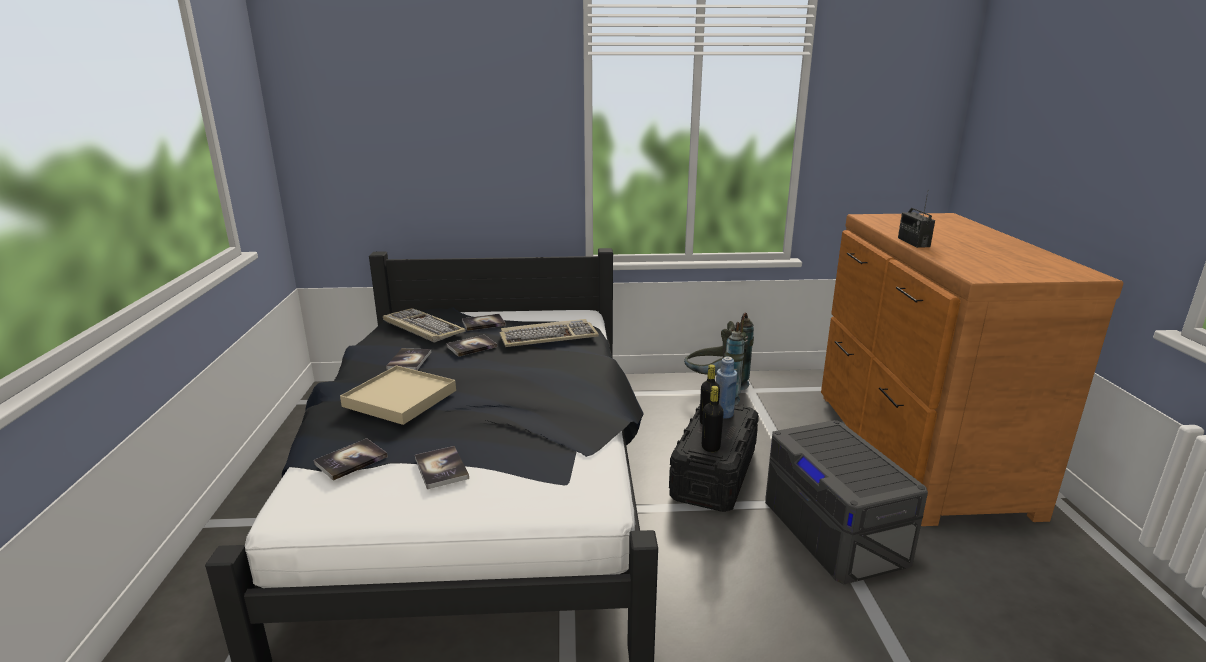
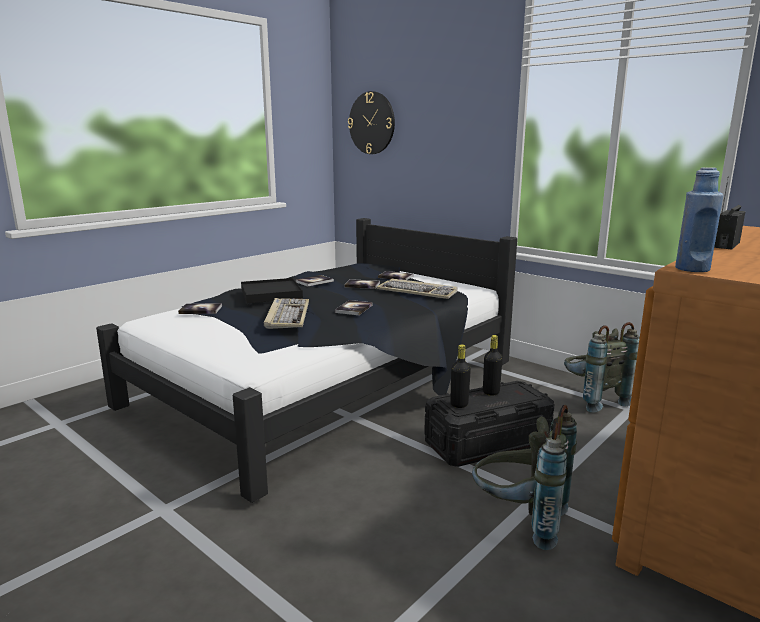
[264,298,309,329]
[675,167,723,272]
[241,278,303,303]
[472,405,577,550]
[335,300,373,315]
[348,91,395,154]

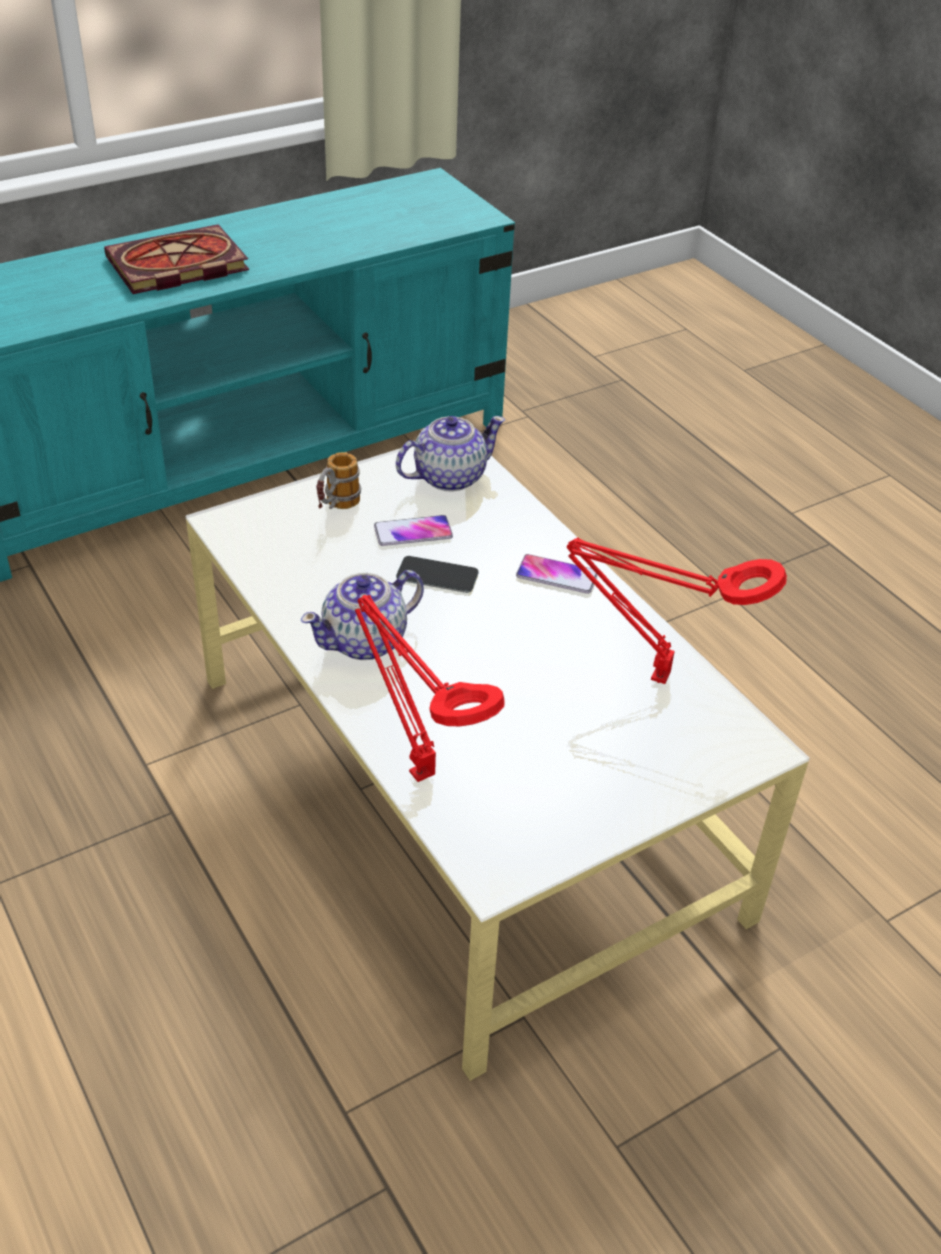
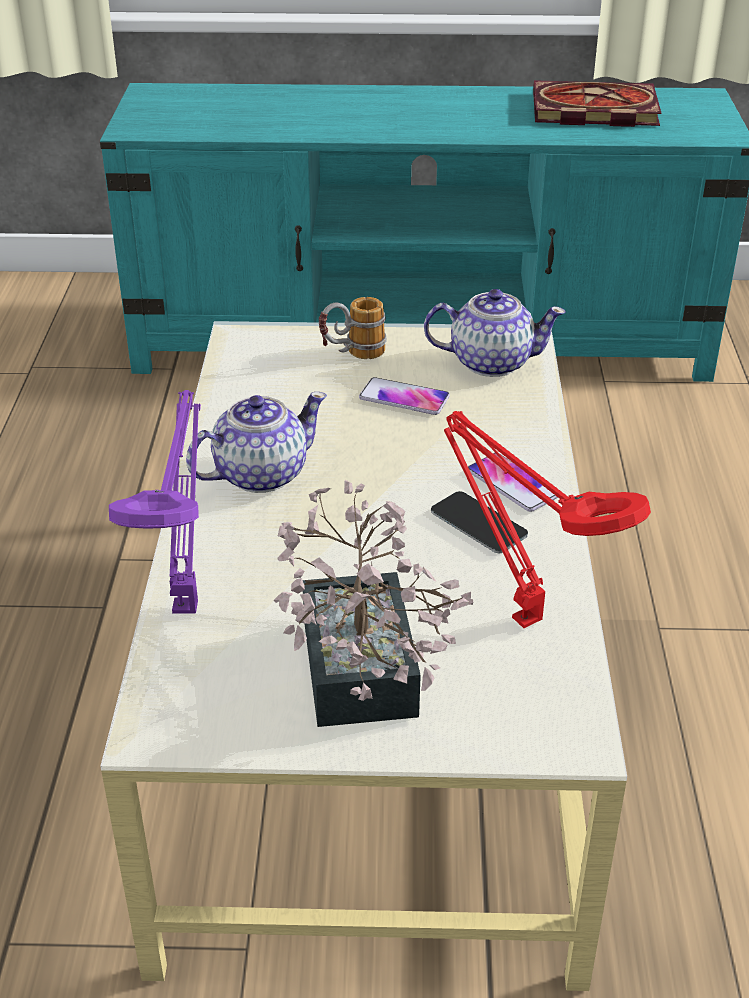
[533,80,662,127]
[431,491,528,553]
[186,392,327,493]
[109,390,201,614]
[274,480,473,727]

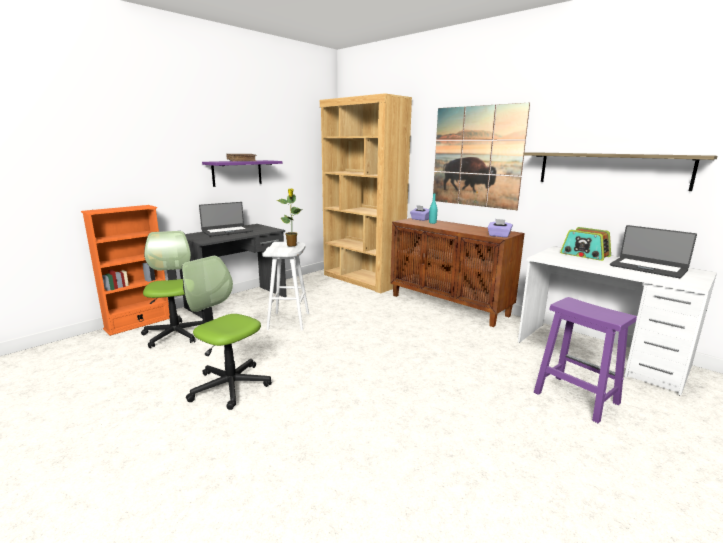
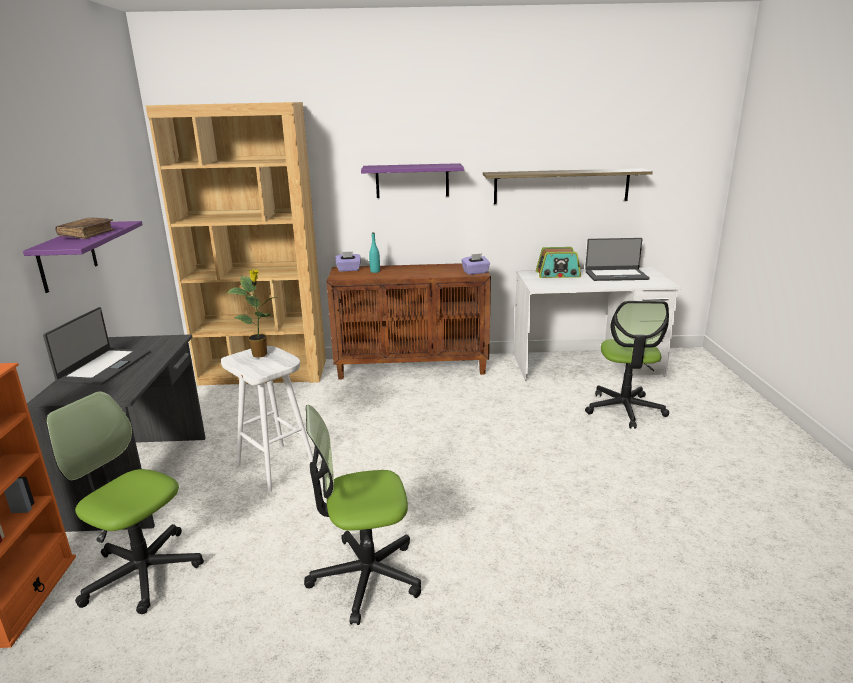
[361,163,464,198]
[585,301,669,429]

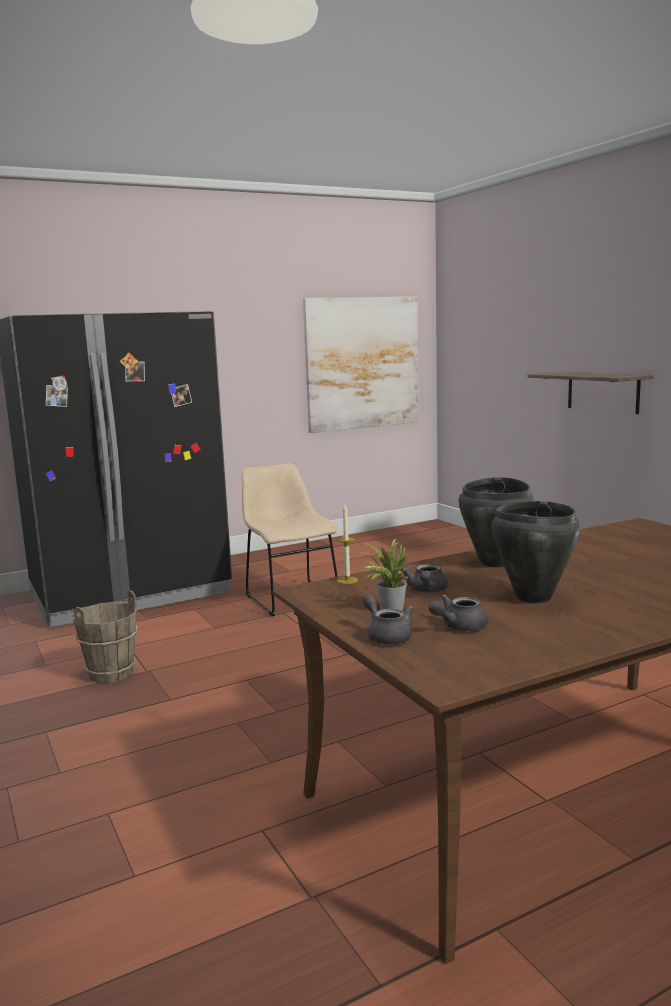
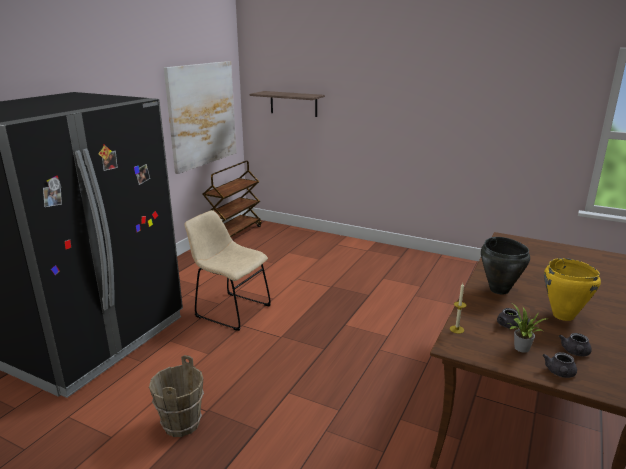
[250,91,325,117]
[544,258,601,321]
[542,352,577,378]
[203,161,261,237]

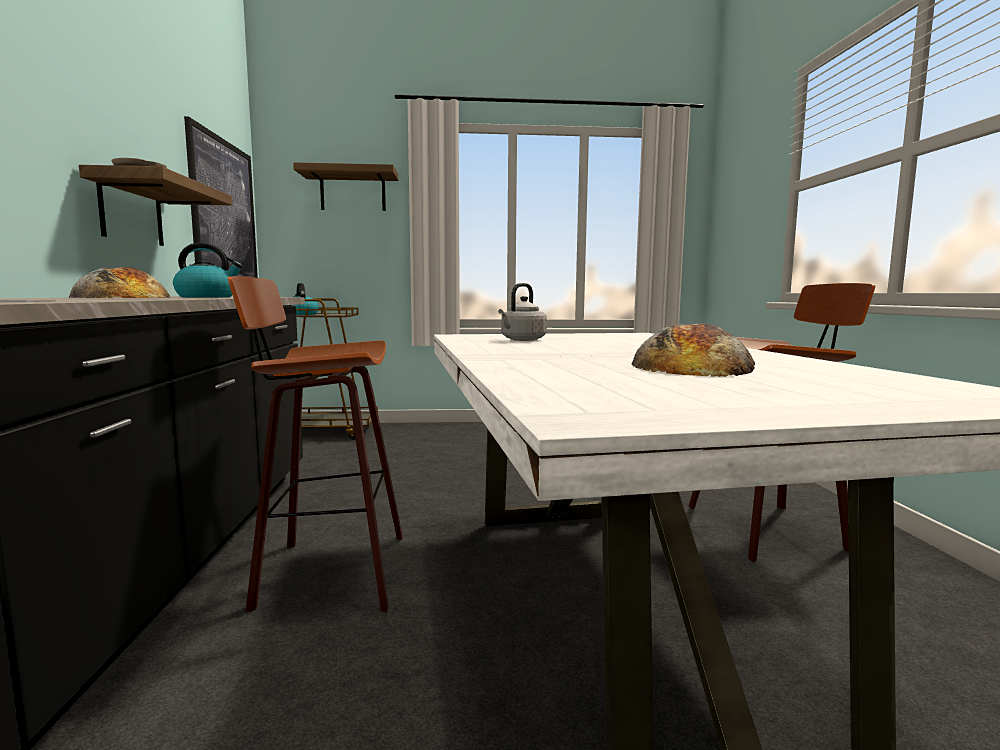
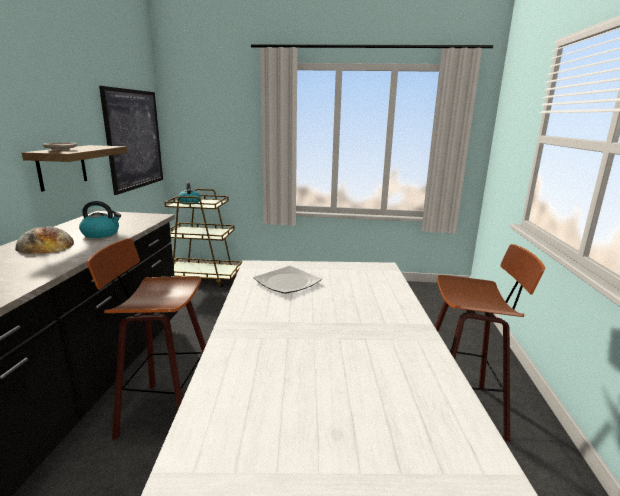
[293,162,398,211] (first image)
[253,266,322,294]
[631,323,755,377] (first image)

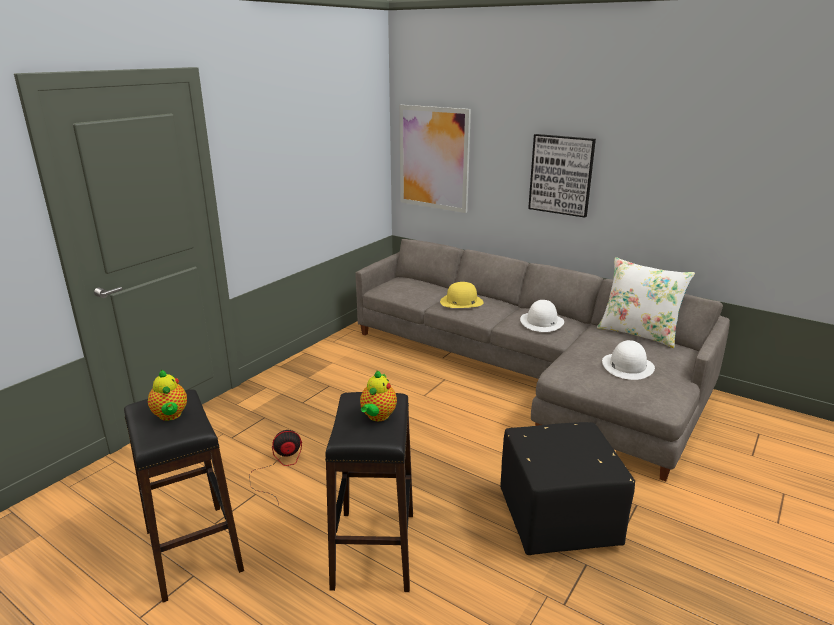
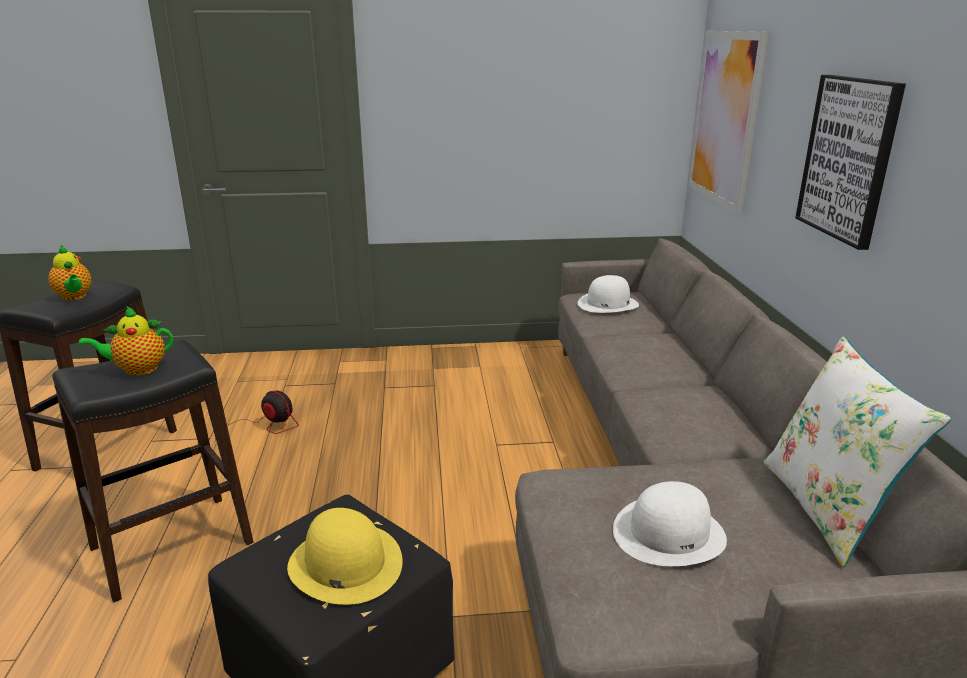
[287,508,403,605]
[578,275,639,313]
[48,245,91,300]

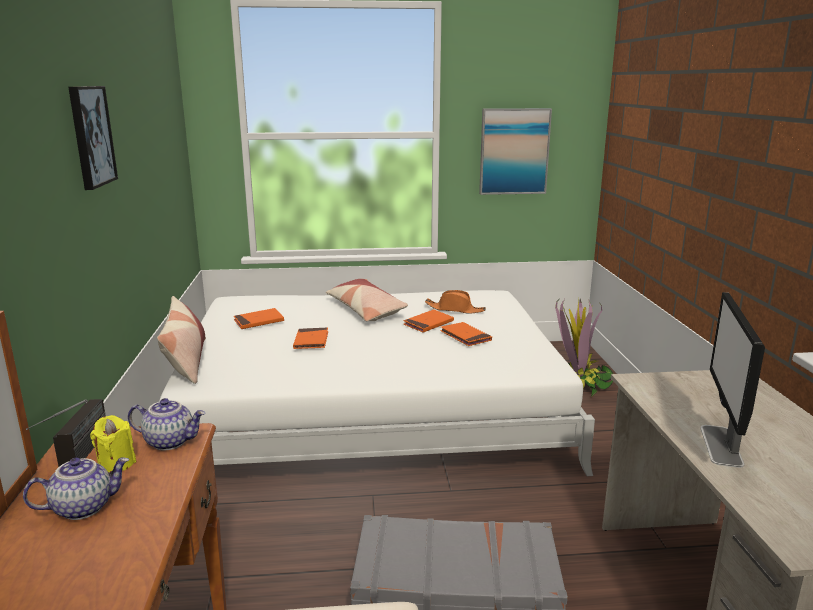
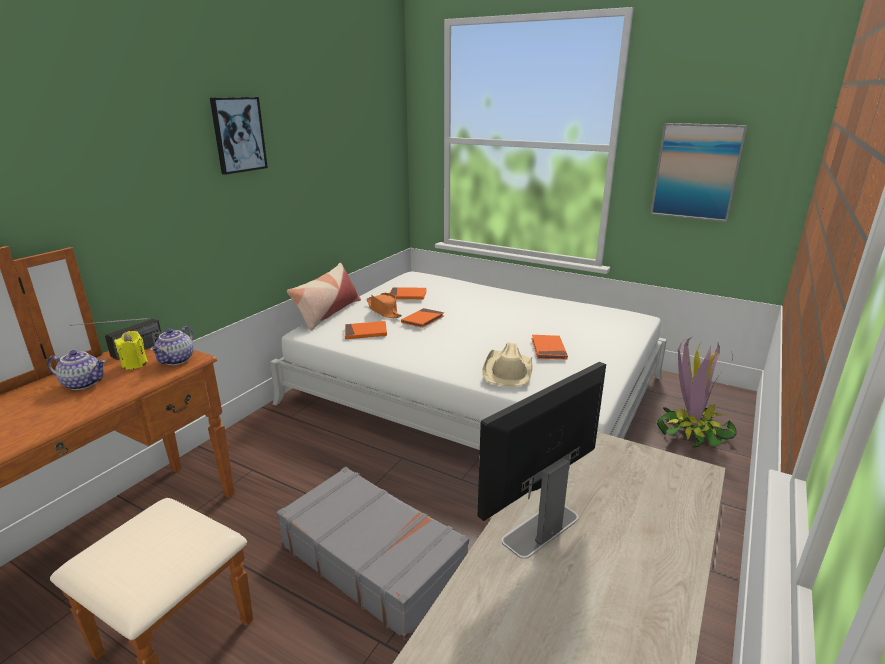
[326,279,408,321] (first image)
[367,293,402,318]
[345,321,387,339]
[150,326,193,365]
[482,342,533,387]

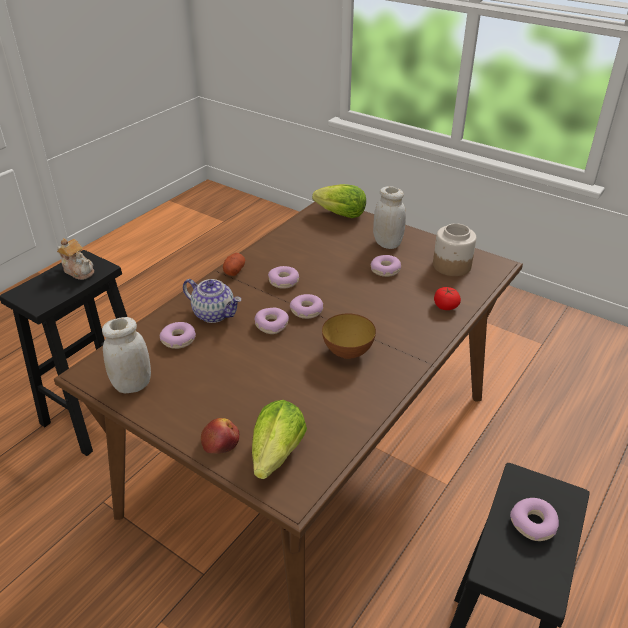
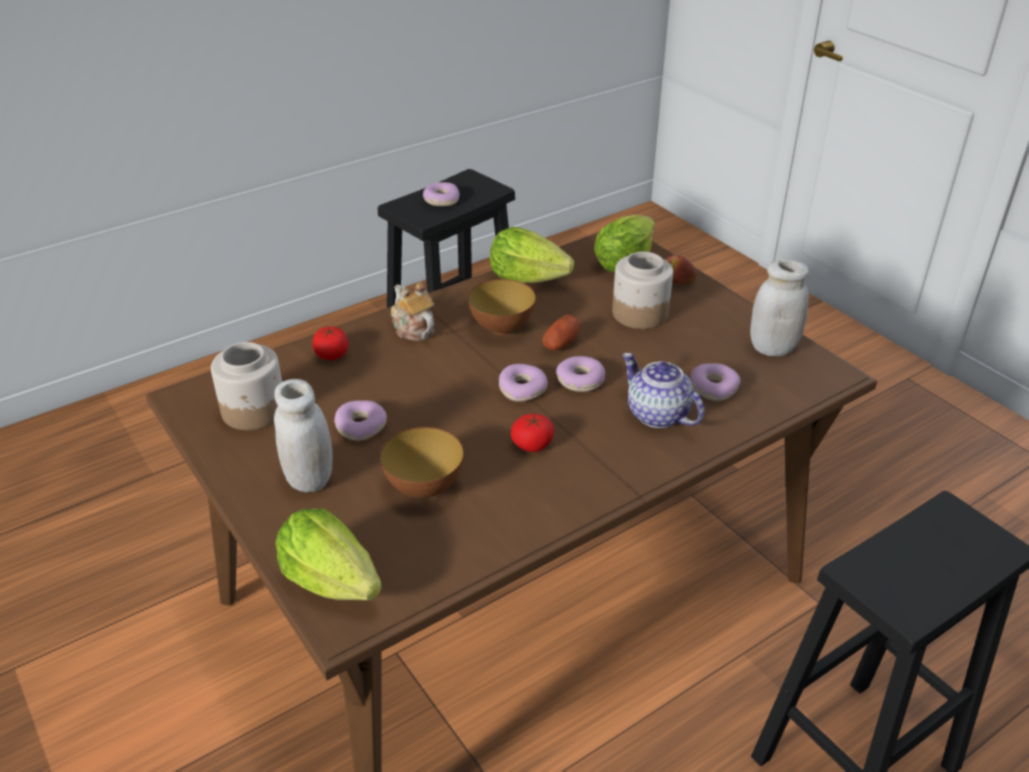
[391,282,434,341]
[542,315,581,350]
[511,414,554,452]
[490,227,574,283]
[612,252,673,329]
[380,427,464,498]

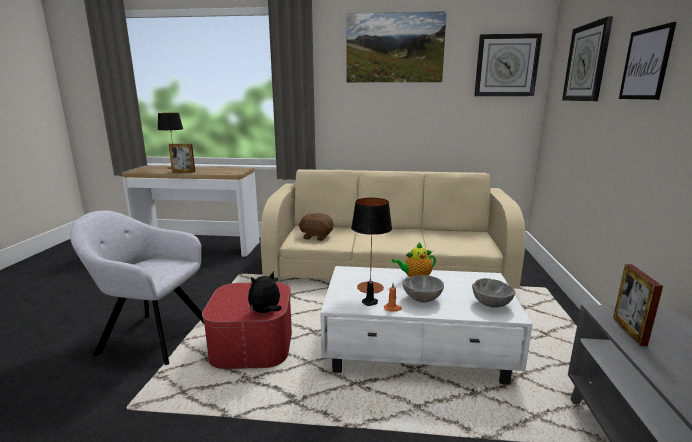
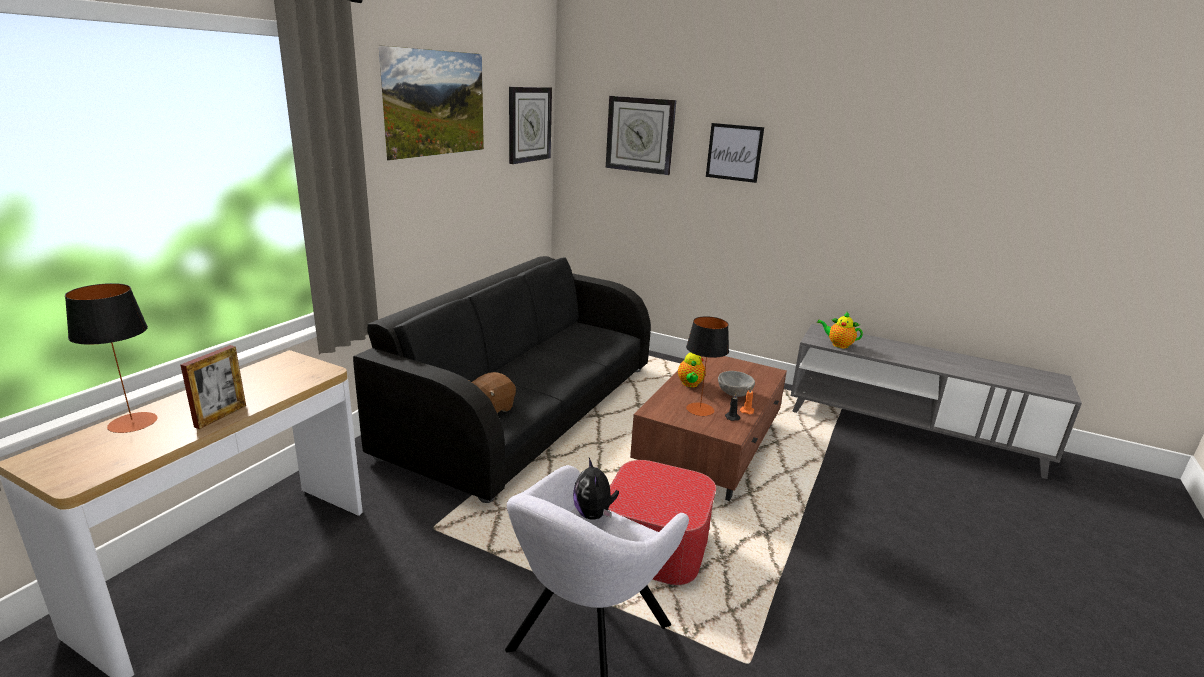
[353,256,651,503]
[817,312,863,348]
[630,356,787,501]
[573,458,619,520]
[472,278,515,308] (first image)

